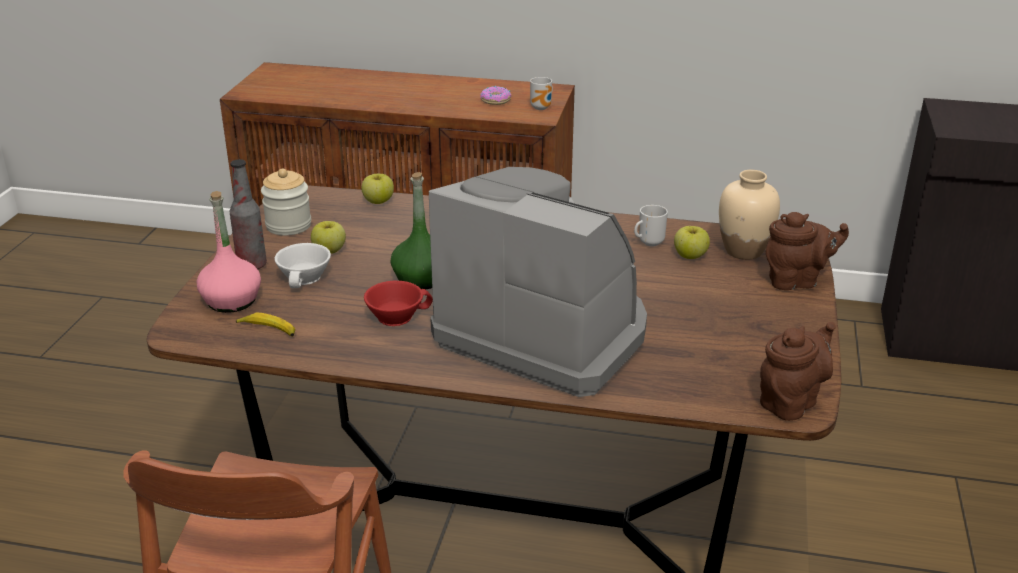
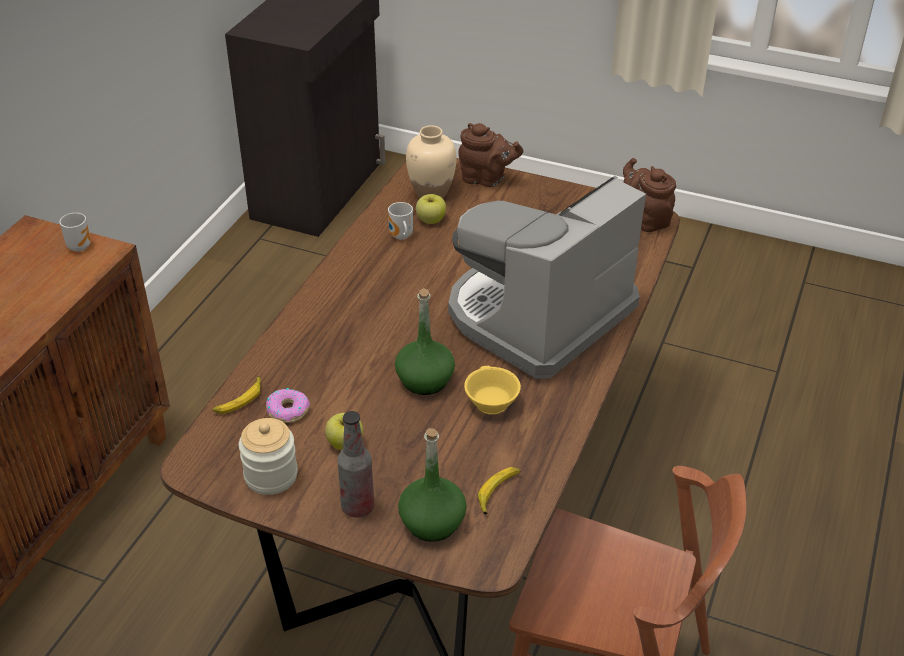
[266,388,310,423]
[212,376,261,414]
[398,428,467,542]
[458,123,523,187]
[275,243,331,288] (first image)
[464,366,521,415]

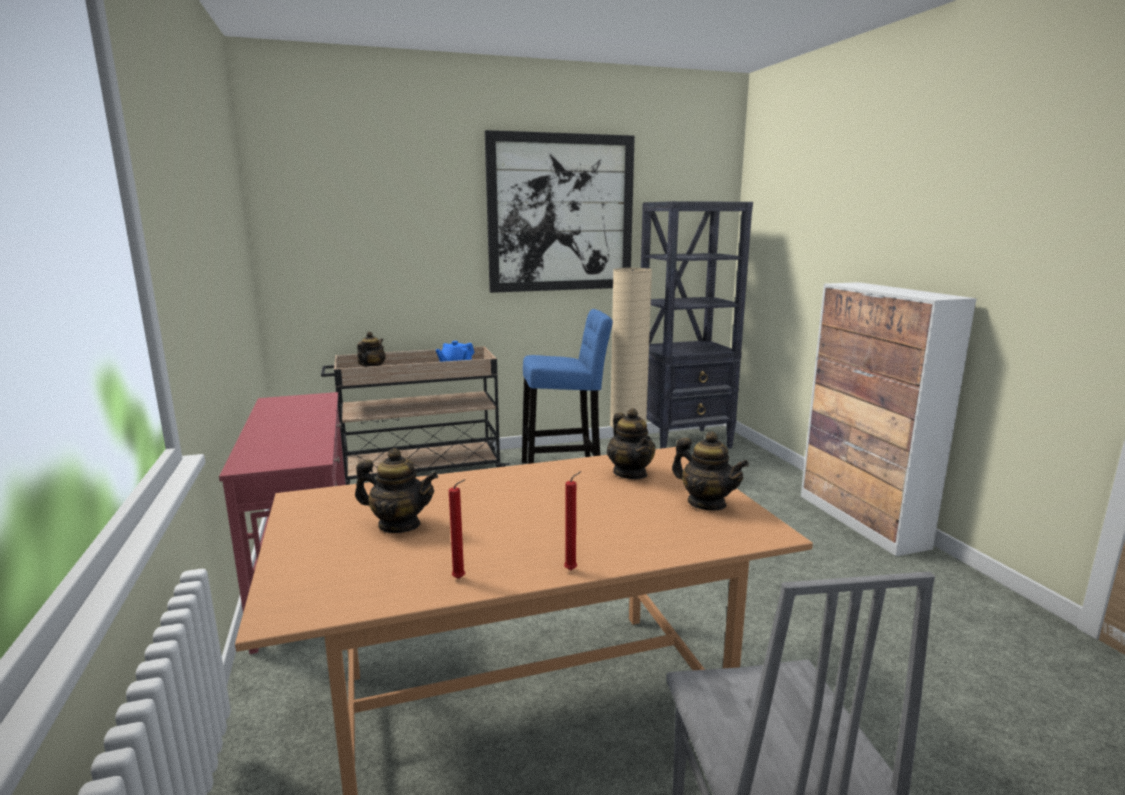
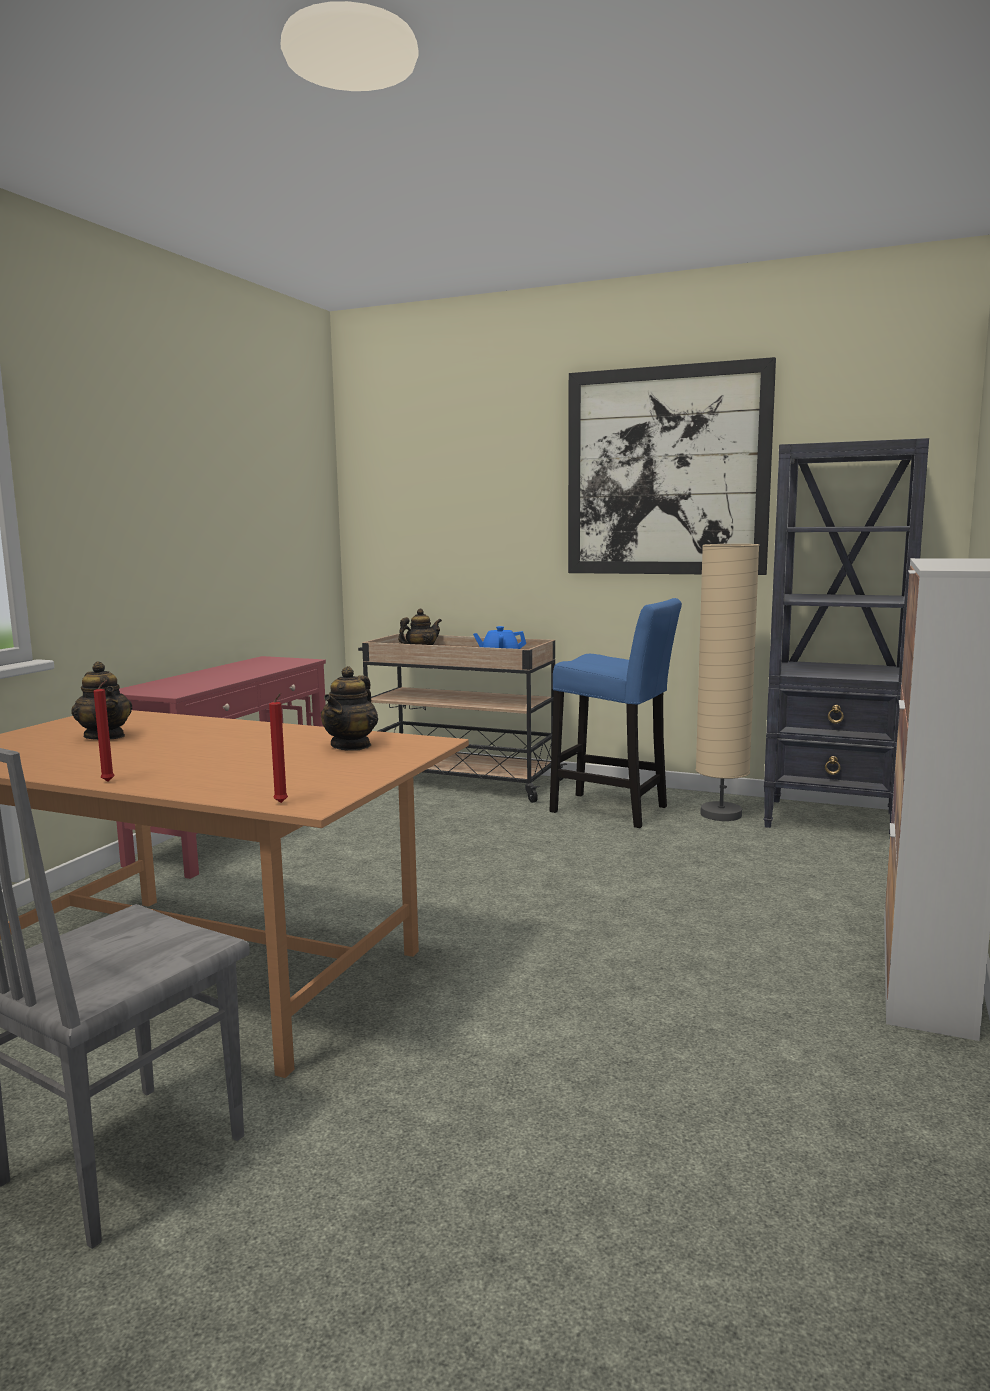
[672,431,749,510] (first image)
[269,693,288,803]

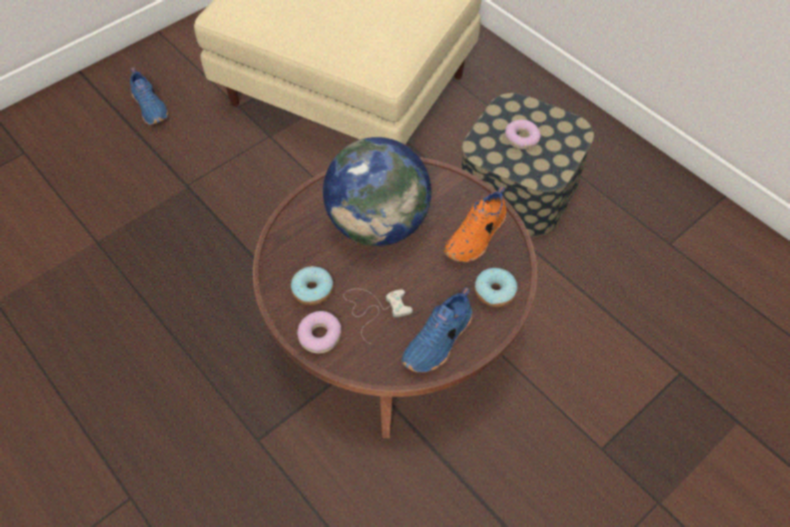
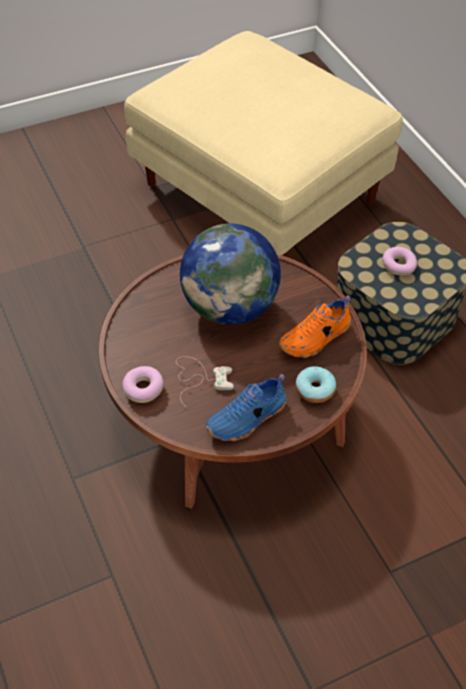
[130,68,168,125] (first image)
[291,266,333,305] (first image)

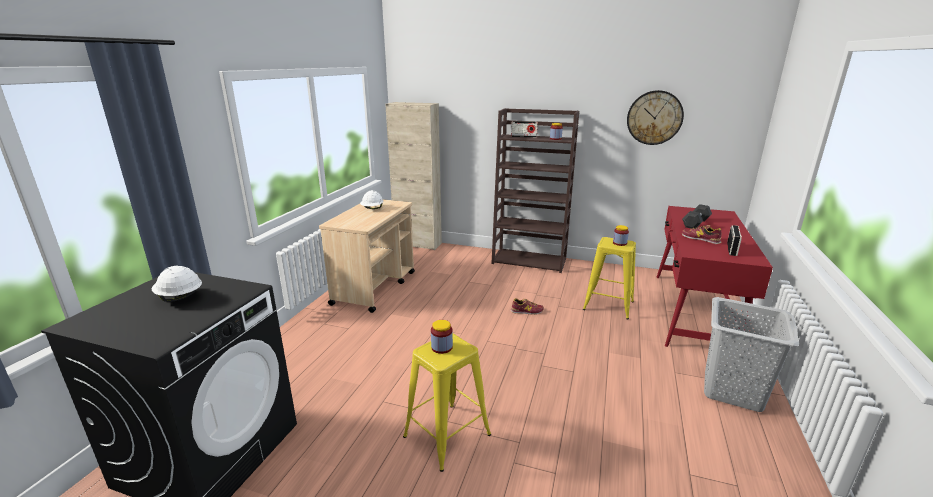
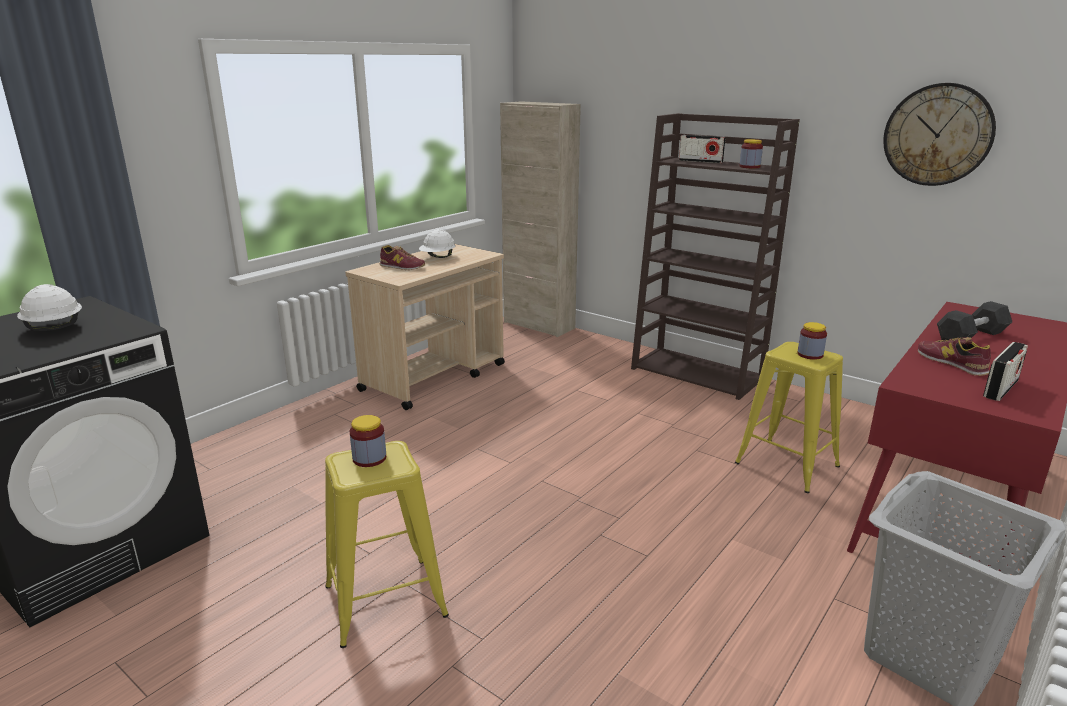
[380,245,425,270]

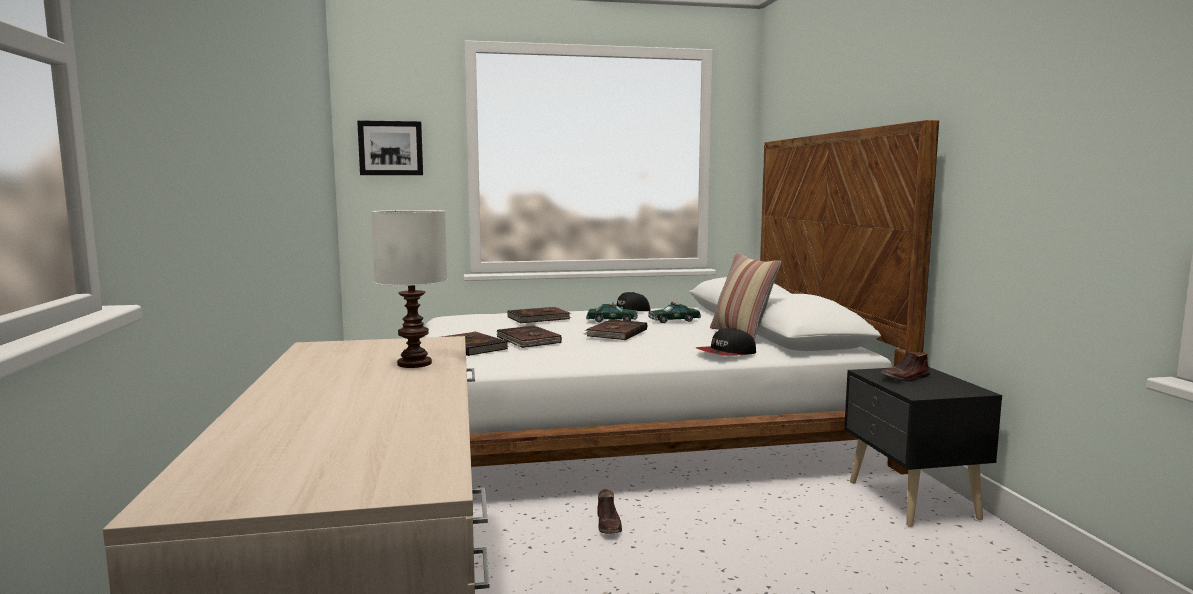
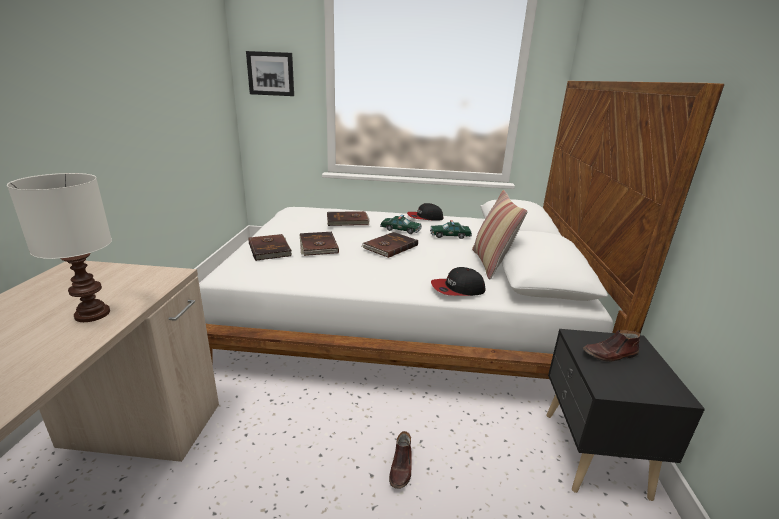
[389,431,412,489]

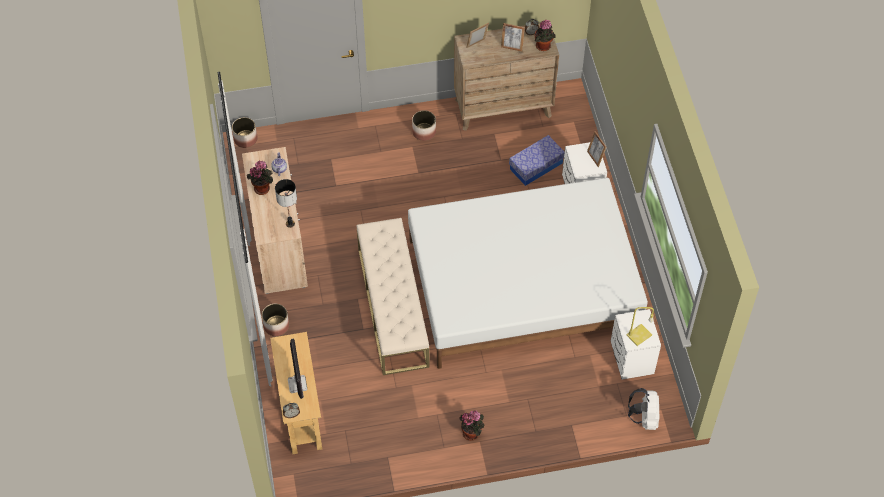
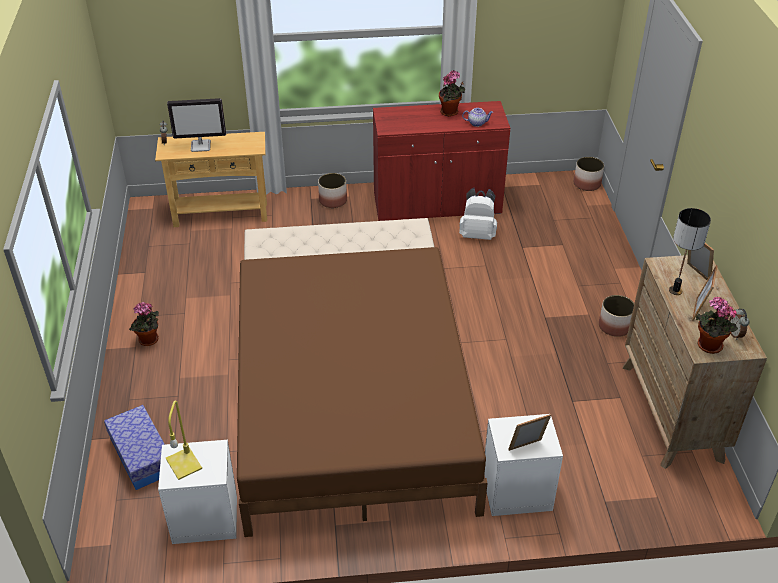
[104,405,165,490]
[373,101,510,221]
[237,247,487,537]
[669,208,711,295]
[459,188,497,240]

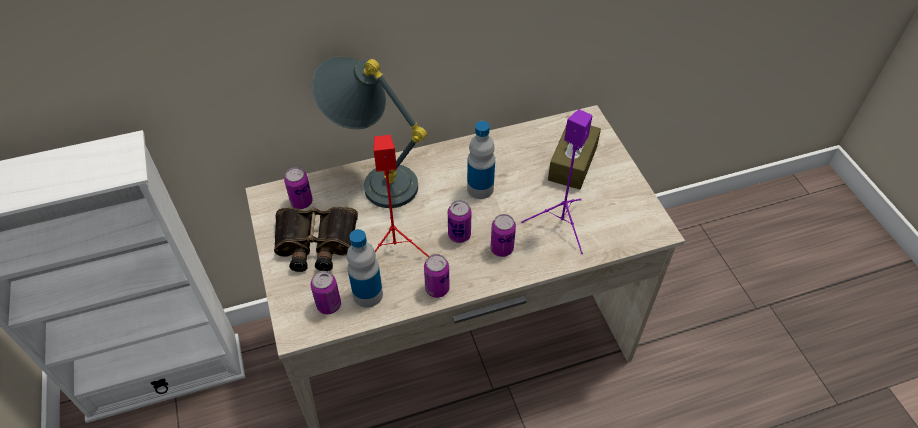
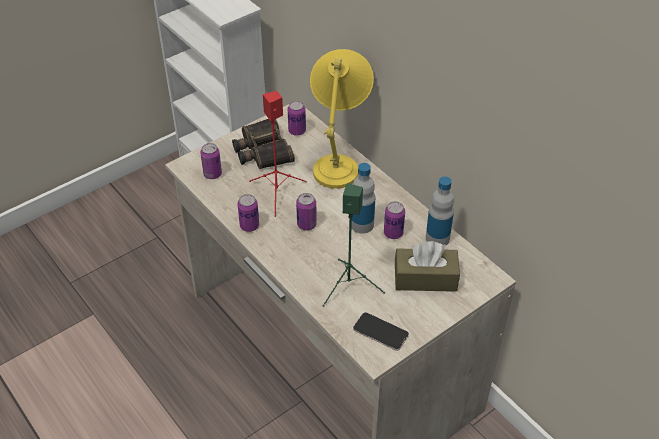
[310,49,374,189]
[323,183,385,307]
[384,201,405,239]
[426,176,454,246]
[353,312,409,351]

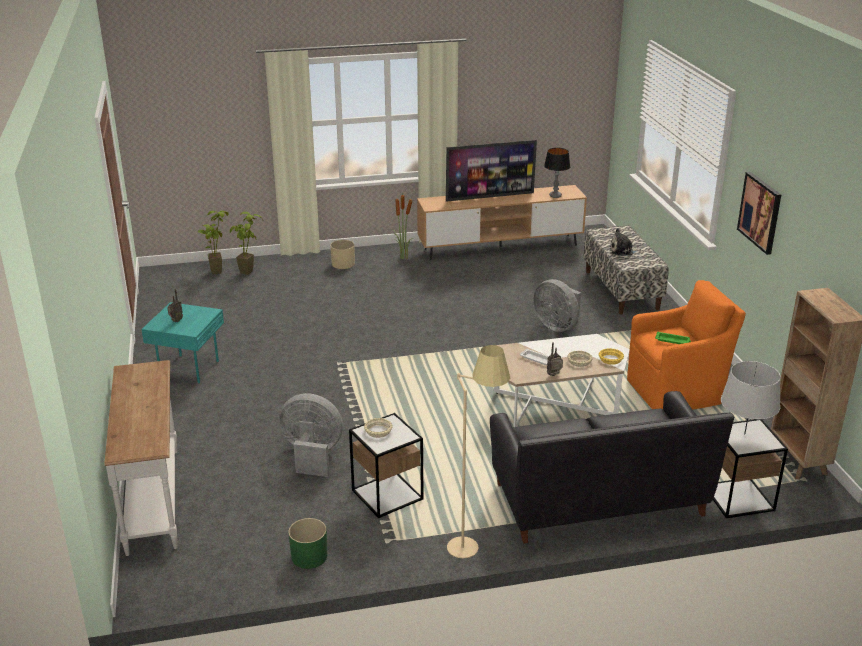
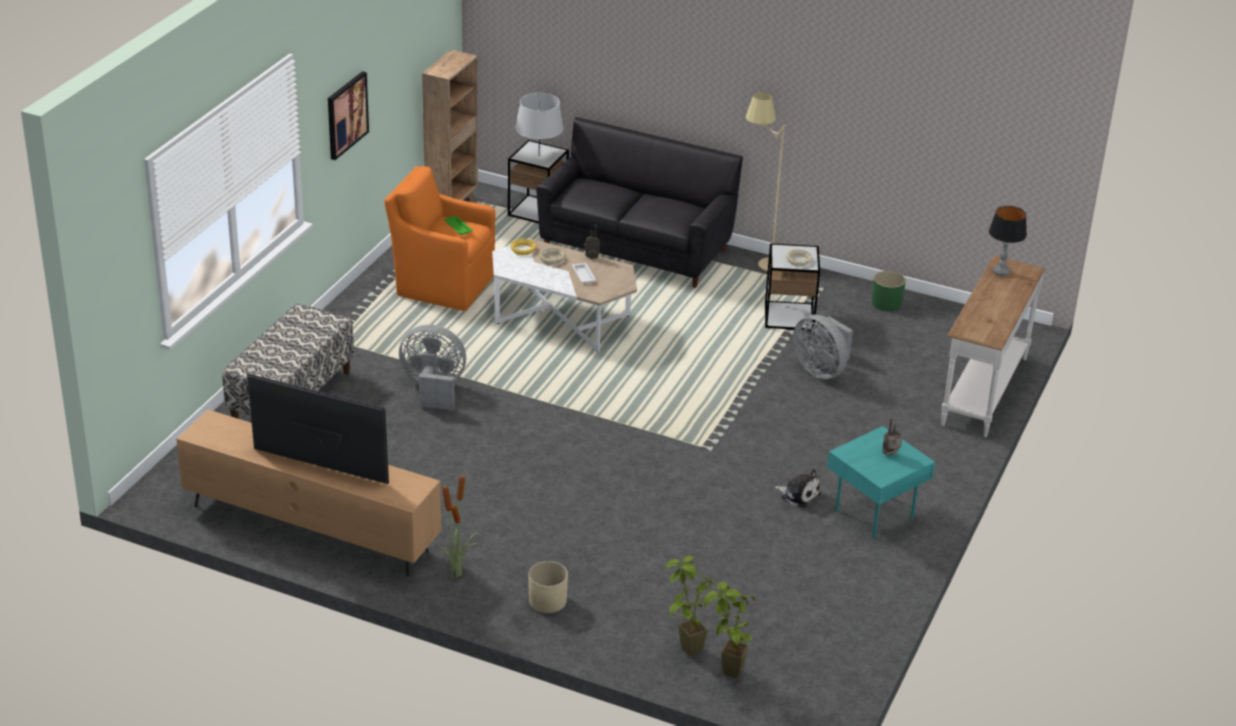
[989,206,1027,276]
[774,469,821,508]
[399,325,466,410]

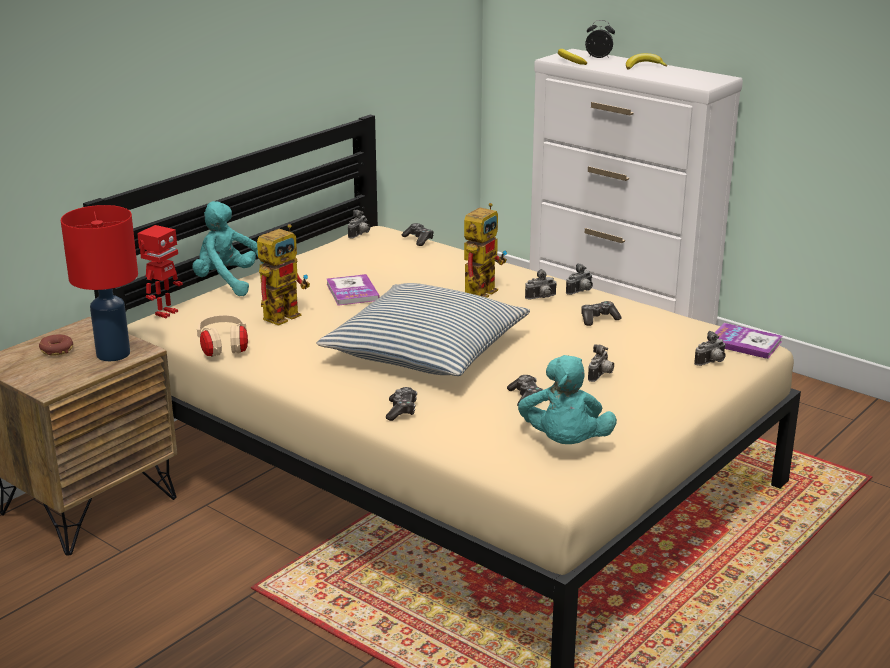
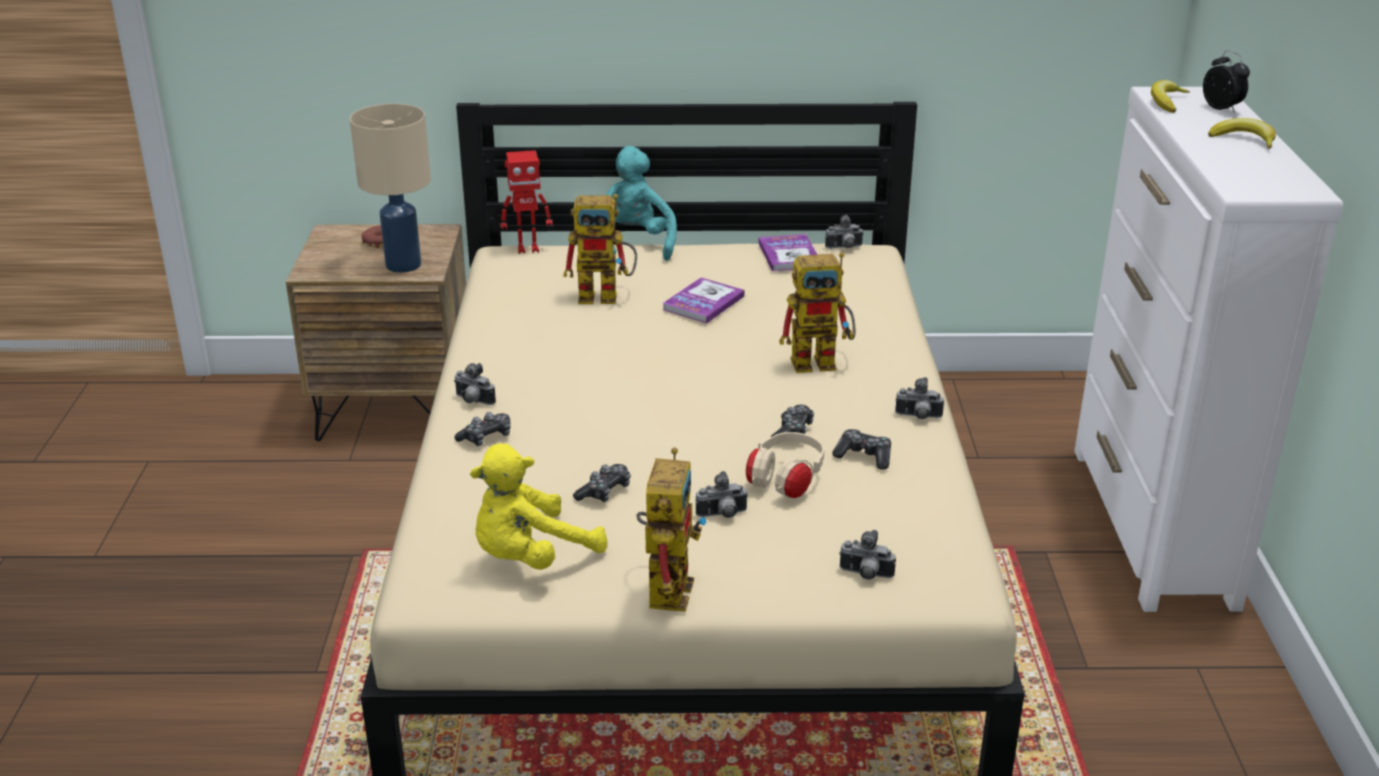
[350,104,431,273]
[771,405,814,437]
[454,363,496,405]
[317,283,530,376] (first image)
[746,432,825,498]
[759,234,818,271]
[470,443,608,570]
[636,447,706,612]

